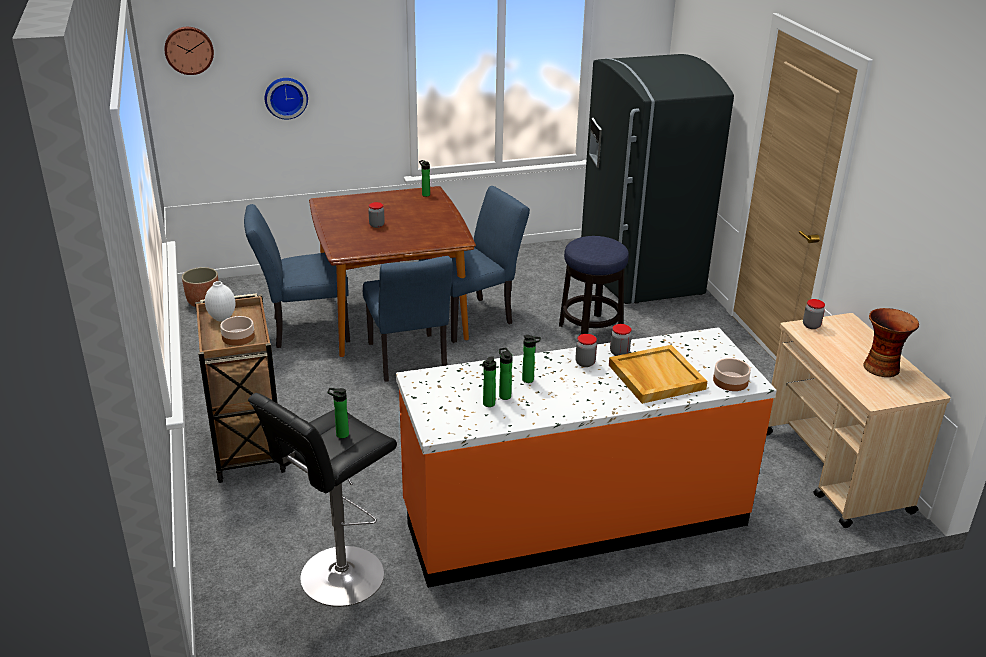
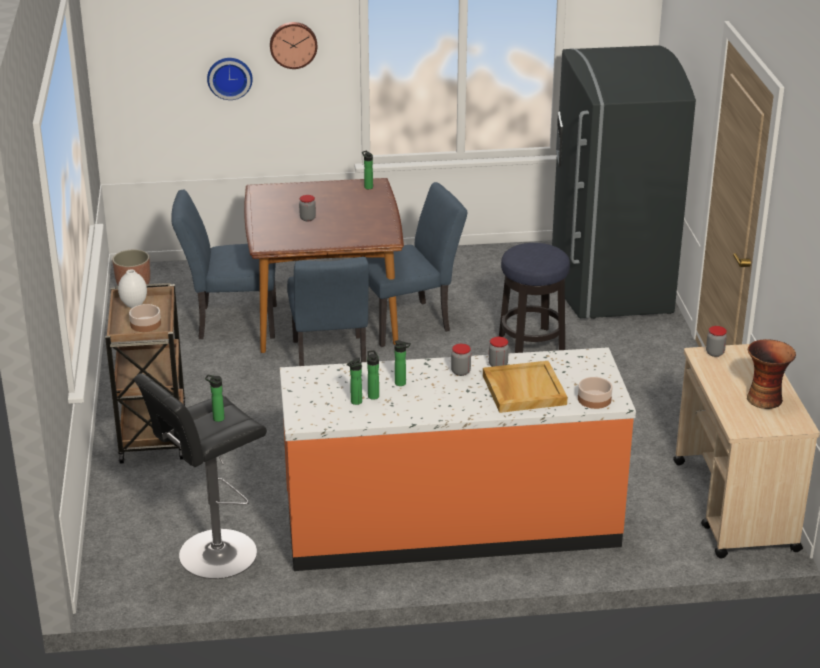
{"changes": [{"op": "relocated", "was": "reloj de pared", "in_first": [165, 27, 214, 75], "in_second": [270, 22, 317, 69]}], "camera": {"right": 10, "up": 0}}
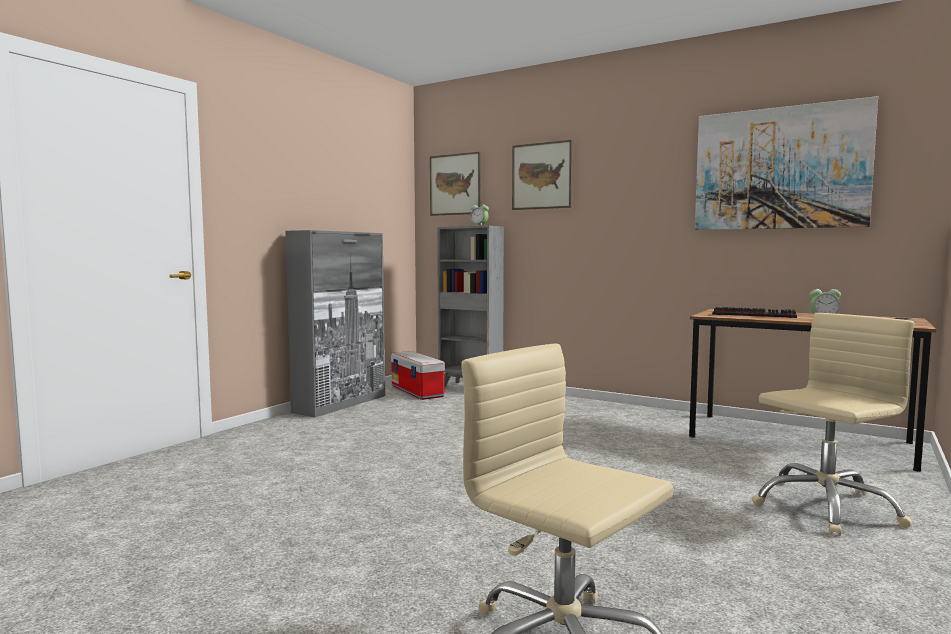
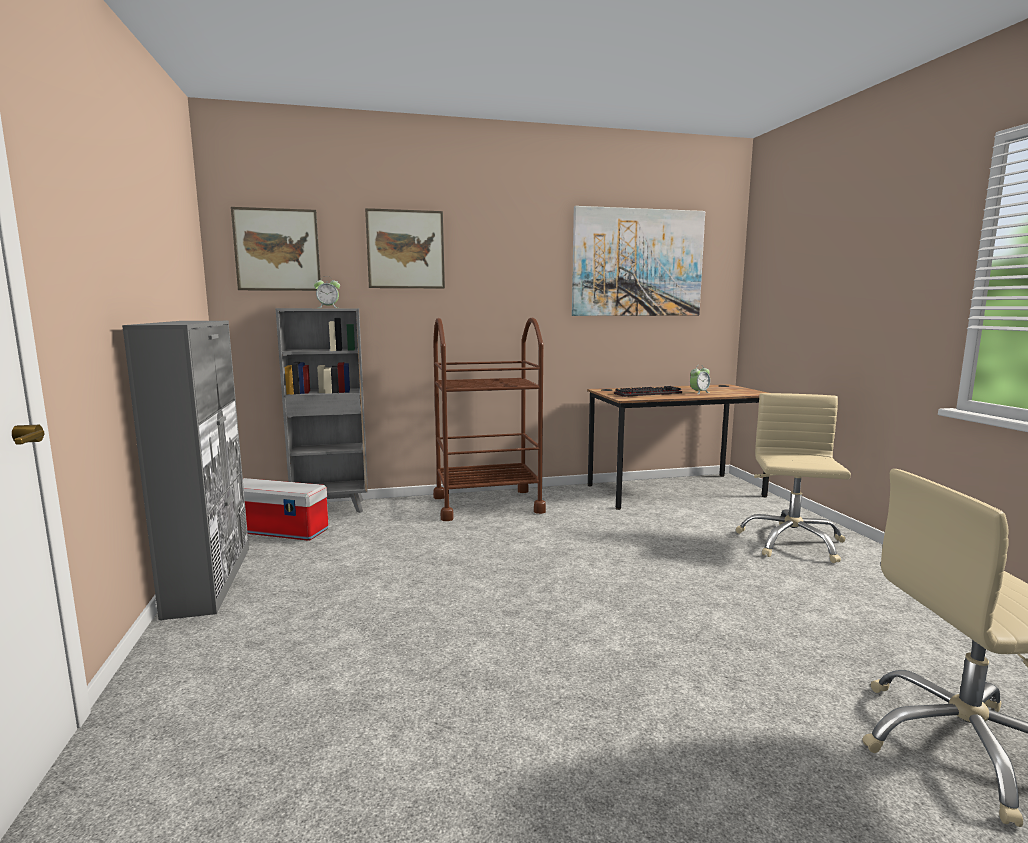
{"changes": [{"op": "appeared", "now": "carrito [marrón]", "in_second": [433, 317, 546, 521]}], "camera": {"right": -45, "up": 5}}
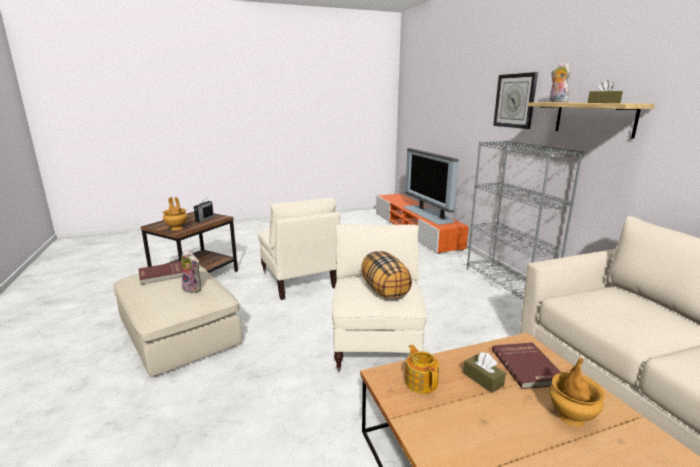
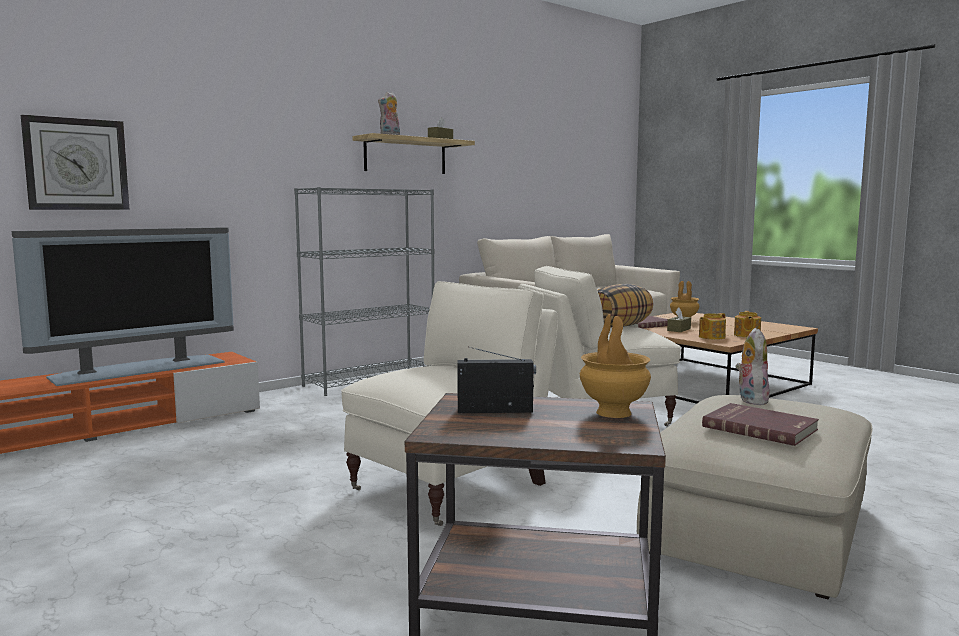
{"changes": [{"op": "relocated", "was": "reloj de pared", "in_first": [493, 72, 538, 129], "in_second": [21, 115, 130, 210]}, {"op": "appeared", "now": "tetera", "in_second": [734, 311, 761, 337]}], "camera": {"right": -110, "up": -10}}
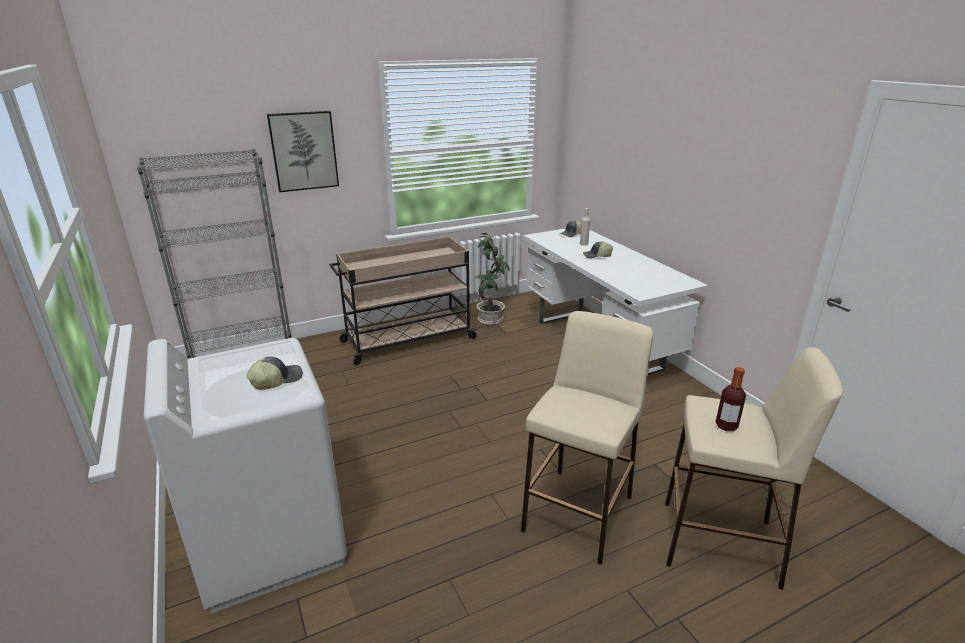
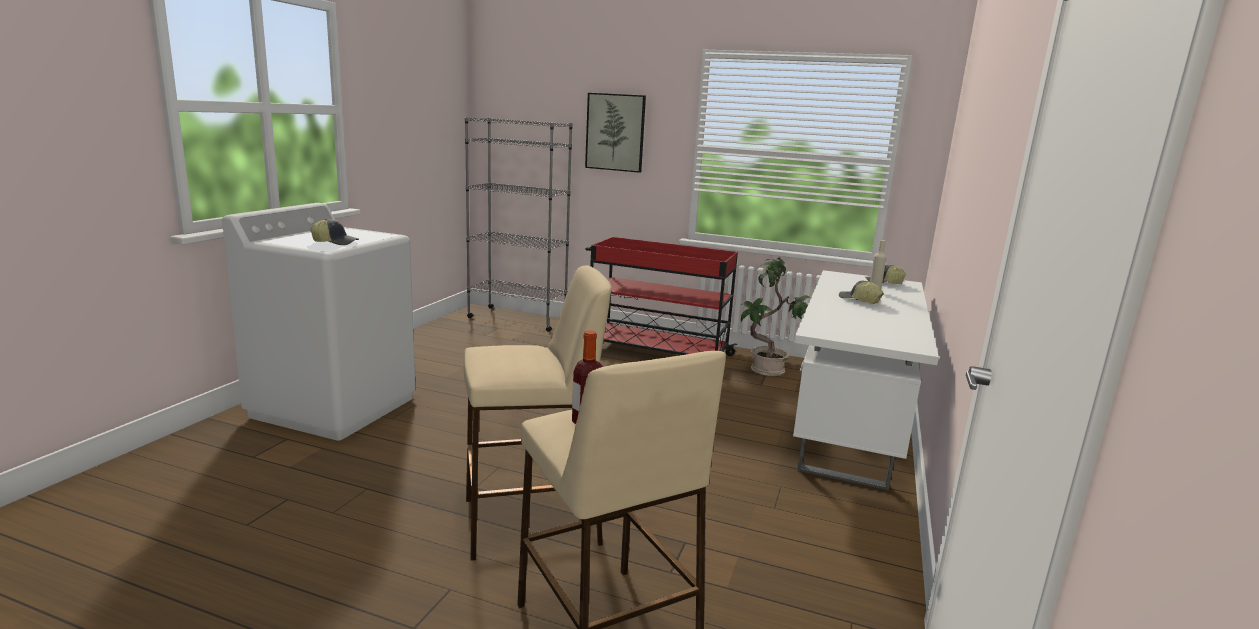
{"changes": [{"op": "colour", "was": "carrito [beis]", "now": "carrito [rojo]", "in_first": [329, 237, 478, 365], "in_second": [586, 237, 738, 356]}], "camera": {"right": 45, "up": -10}}
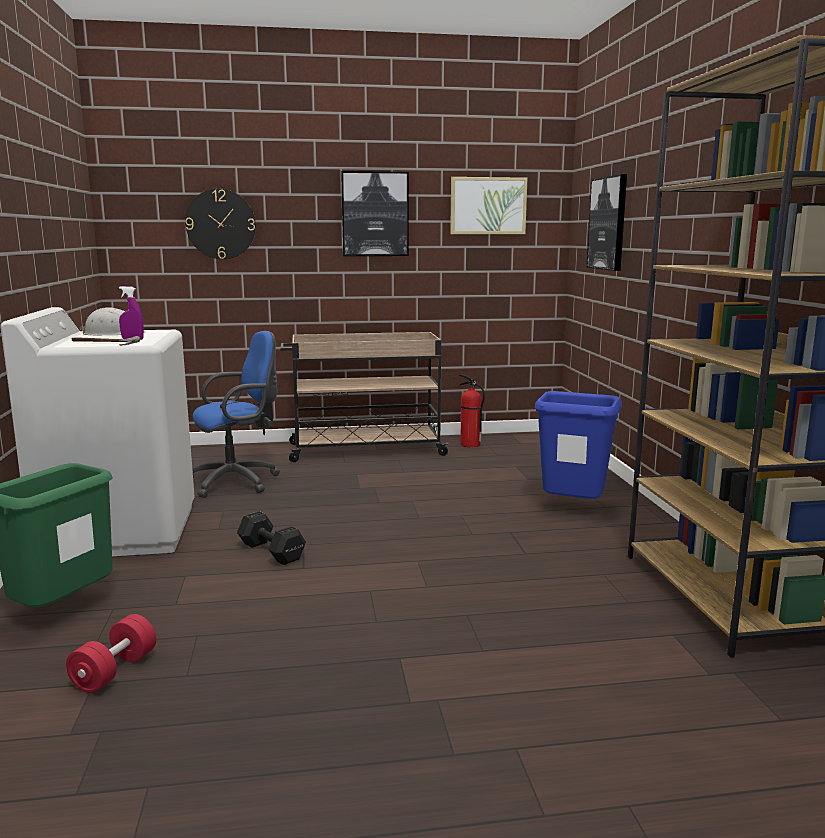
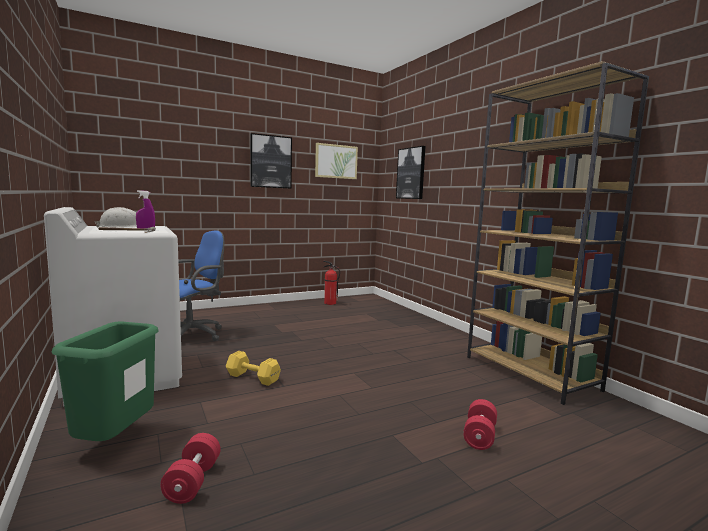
{"changes": [{"op": "missing", "was": "reloj de pared", "in_first": [185, 189, 256, 259]}, {"op": "missing", "was": "carrito [beis]", "in_first": [280, 332, 449, 462]}, {"op": "missing", "was": "papelera [azul]", "in_first": [535, 391, 622, 499]}, {"op": "colour", "was": "mancuerna [negro]", "now": "mancuerna [amarillo]", "in_first": [237, 511, 306, 565], "in_second": [226, 351, 281, 386]}, {"op": "appeared", "now": "mancuerna [rojo]", "in_second": [463, 399, 497, 450]}], "camera": {"right": -20, "up": -5}}
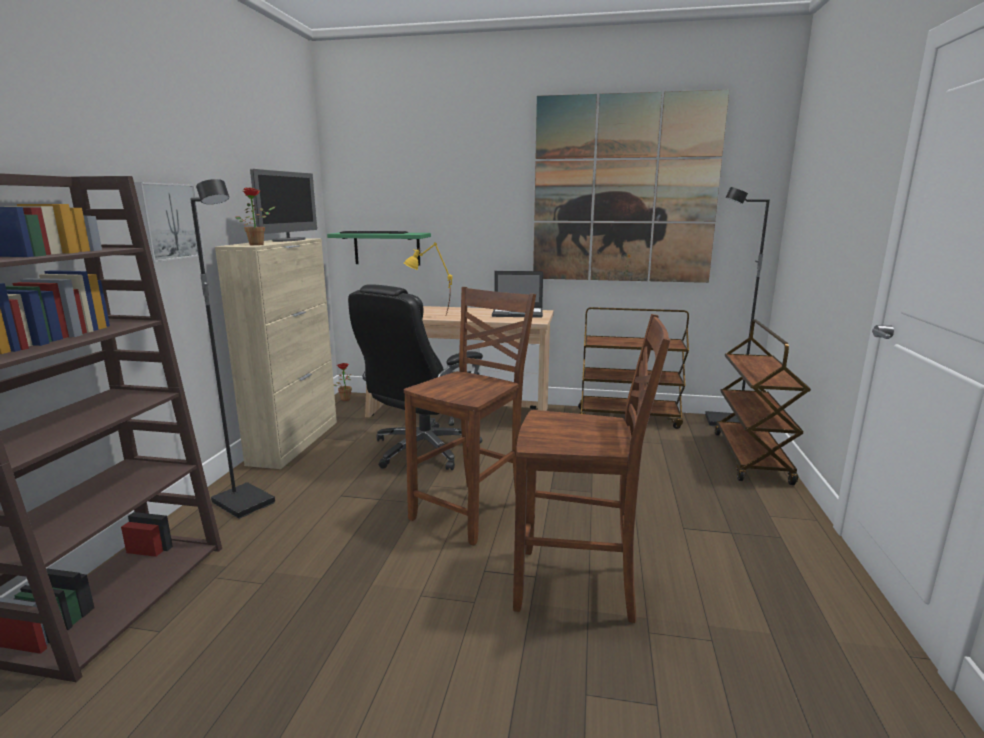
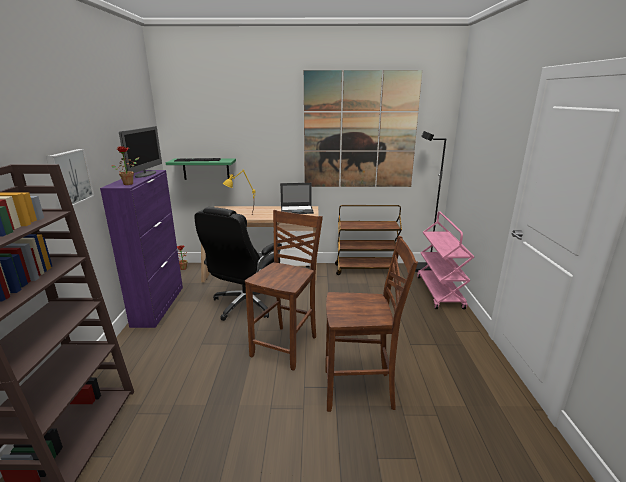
{"changes": [{"op": "missing", "was": "lámpara de pie [negro]", "in_first": [190, 179, 275, 519]}, {"op": "colour", "was": "armario [beis]", "now": "armario [morado]", "in_first": [215, 238, 337, 469], "in_second": [100, 170, 183, 328]}, {"op": "colour", "was": "carrito [marrón]", "now": "carrito [rosa]", "in_first": [715, 319, 811, 485], "in_second": [417, 211, 474, 309]}], "camera": {"right": -10, "up": 5}}
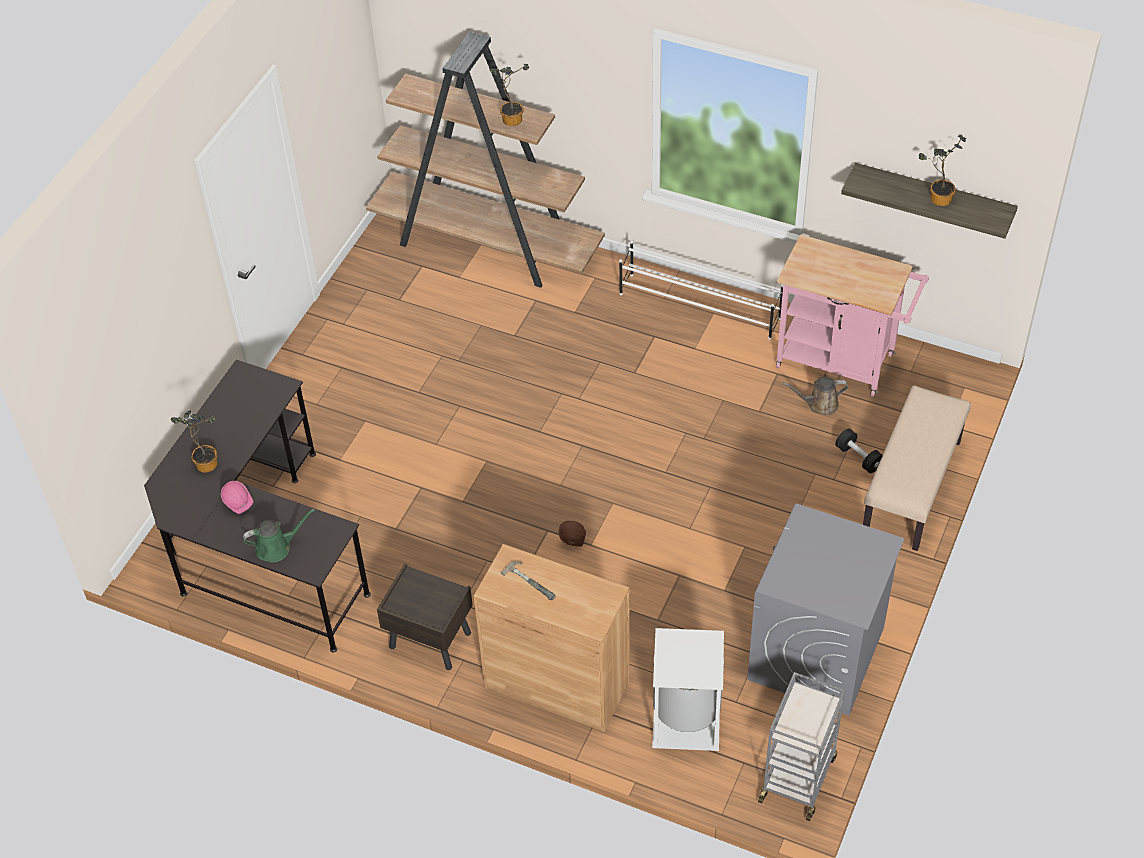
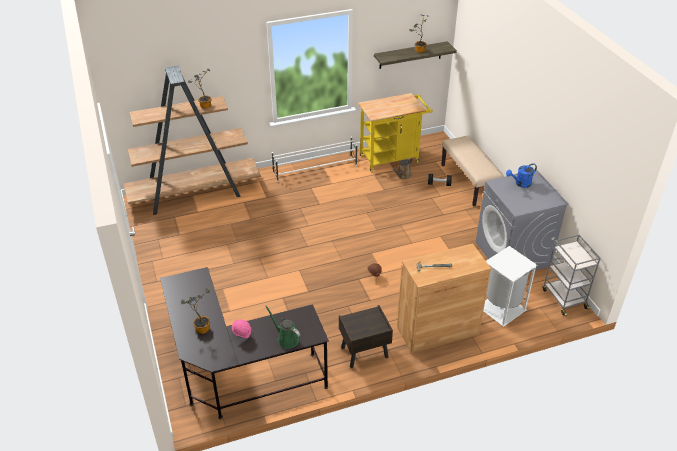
{"changes": [{"op": "colour", "was": "carrito [rosa]", "now": "carrito [amarillo]", "in_first": [776, 234, 929, 397], "in_second": [358, 93, 433, 173]}, {"op": "spun", "was": "regadera [verde]", "in_first": [243, 509, 315, 562], "in_second": [265, 306, 301, 349], "clockwise": -75}, {"op": "appeared", "now": "regadera [azul]", "in_second": [506, 163, 537, 188]}], "camera": {"right": -45, "up": -10}}
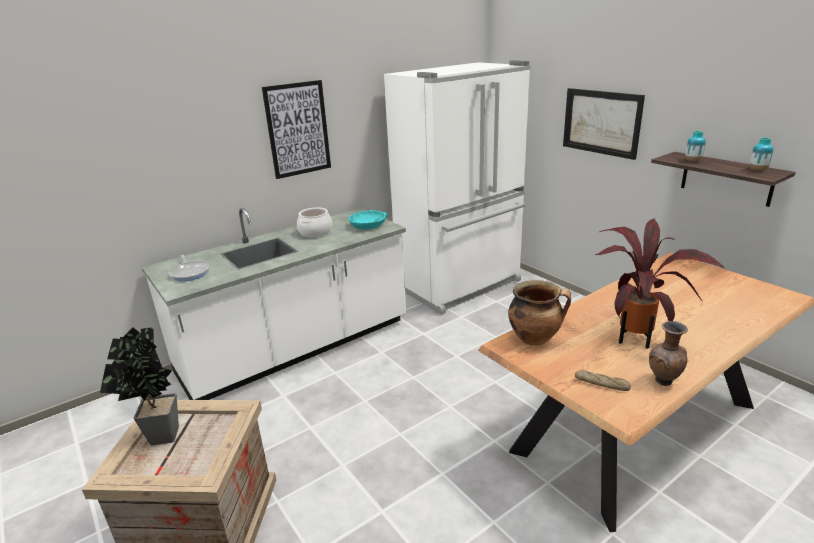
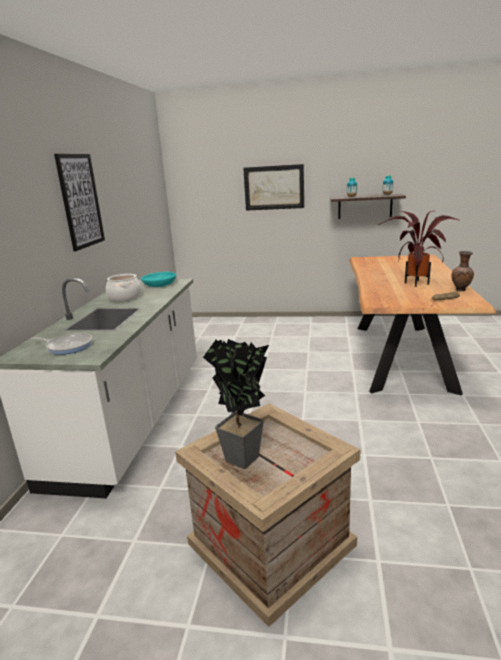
{"changes": [{"op": "missing", "was": "nevera [blanco]", "in_first": [384, 60, 530, 315]}, {"op": "missing", "was": "olla", "in_first": [508, 280, 571, 346]}], "camera": {"right": -45, "up": -5}}
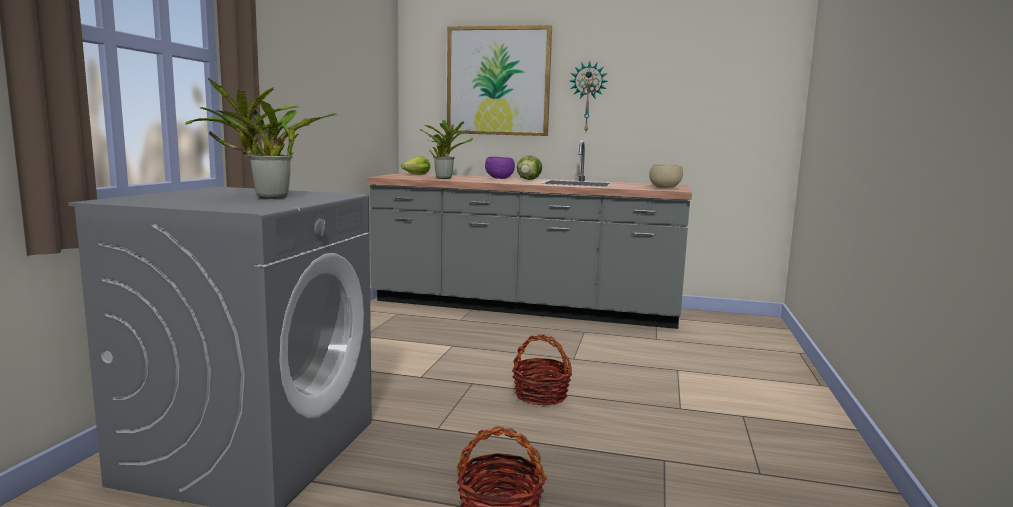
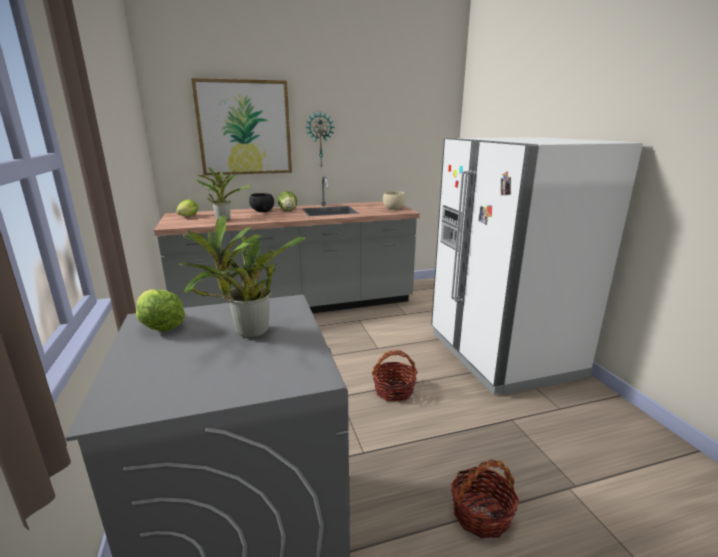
{"changes": [{"op": "colour", "was": "cuenco [morado]", "now": "cuenco [negro]", "in_first": [485, 157, 515, 179], "in_second": [249, 193, 274, 212]}, {"op": "appeared", "now": "nevera [blanco]", "in_second": [431, 137, 643, 395]}, {"op": "appeared", "now": "lechuga", "in_second": [136, 289, 185, 331]}], "camera": {"right": -30, "up": 10}}
